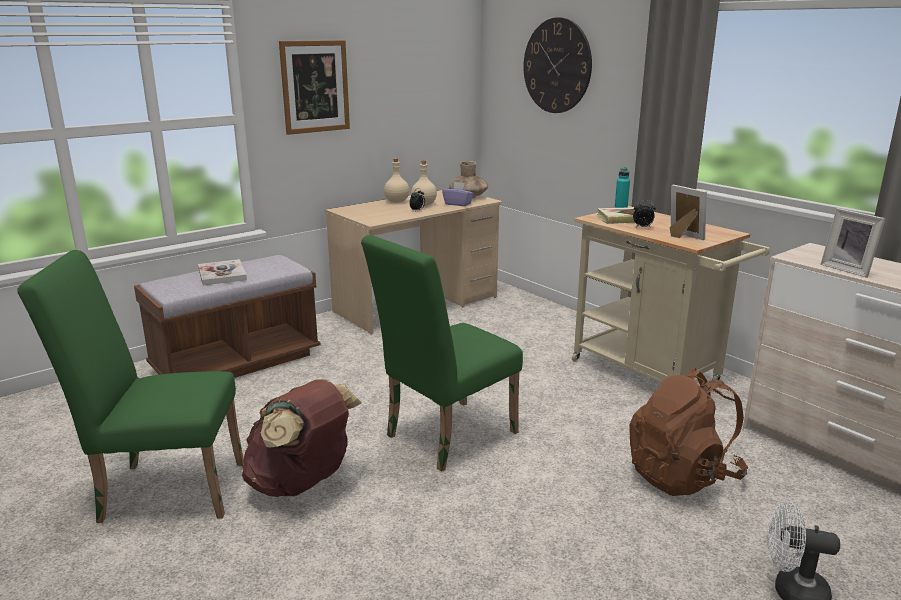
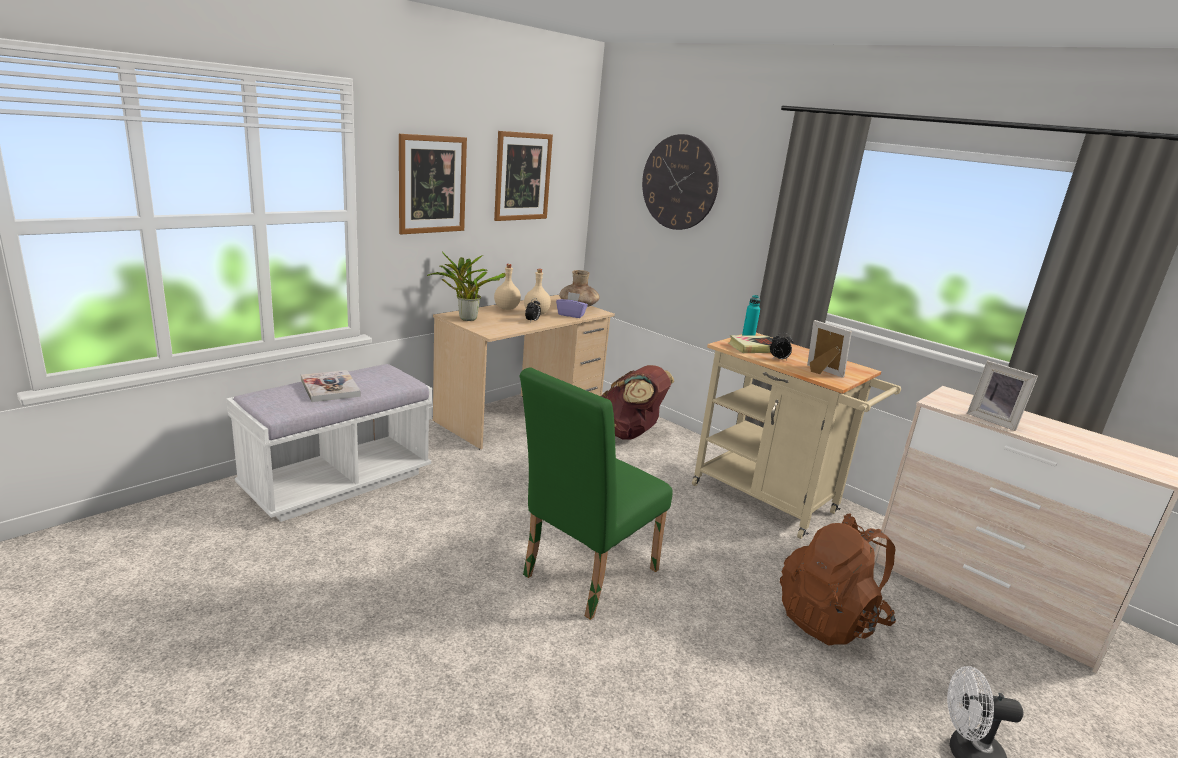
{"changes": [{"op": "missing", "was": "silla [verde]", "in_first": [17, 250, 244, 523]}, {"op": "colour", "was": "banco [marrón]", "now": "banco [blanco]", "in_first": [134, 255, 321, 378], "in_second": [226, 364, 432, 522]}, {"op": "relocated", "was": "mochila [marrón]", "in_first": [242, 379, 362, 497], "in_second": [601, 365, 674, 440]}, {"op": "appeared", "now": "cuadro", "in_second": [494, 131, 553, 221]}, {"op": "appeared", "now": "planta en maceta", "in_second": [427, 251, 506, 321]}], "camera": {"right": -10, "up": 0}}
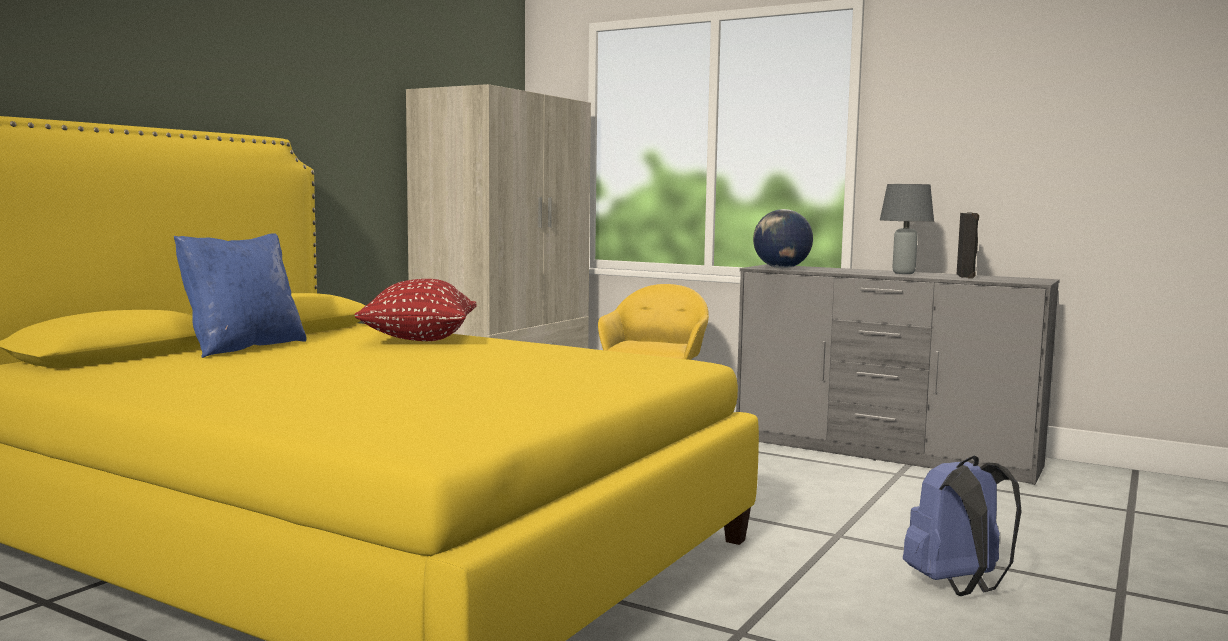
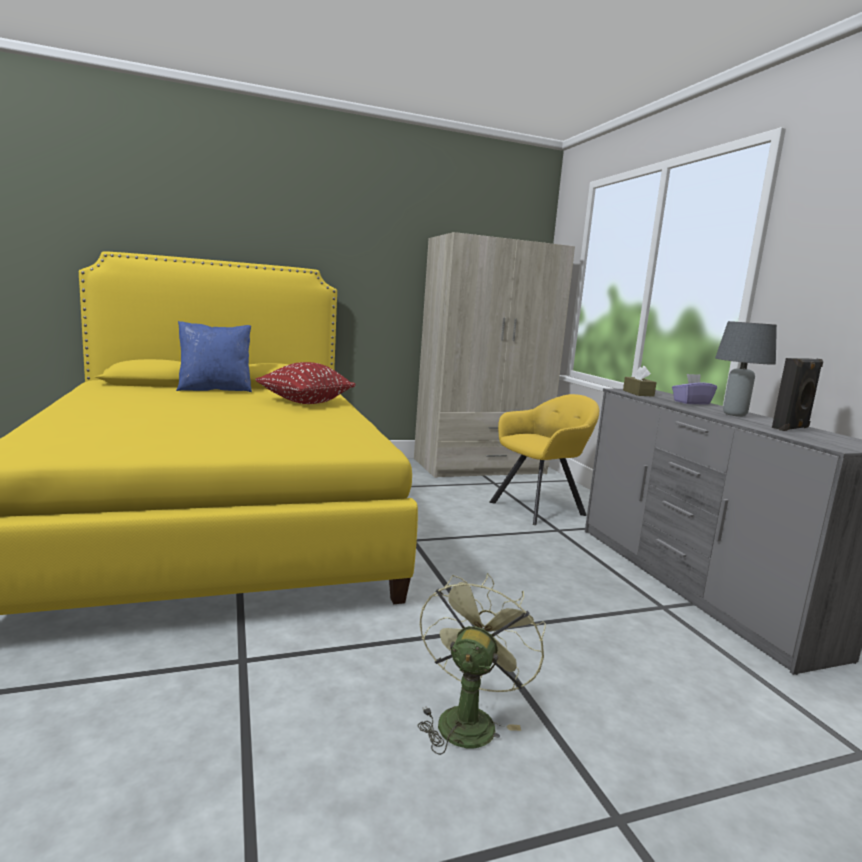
{"changes": [{"op": "exchanged", "was": "globo terráqueo", "now": "caja de pañuelos [marrón]", "in_first": [753, 209, 813, 268], "in_second": [623, 366, 657, 397]}, {"op": "exchanged", "was": "mochila [azul]", "now": "ventilador [verde]", "in_first": [903, 456, 1022, 596], "in_second": [418, 573, 546, 755]}, {"op": "appeared", "now": "caja de pañuelos [morado]", "in_second": [672, 374, 717, 405]}], "camera": {"right": 40, "up": 5}}
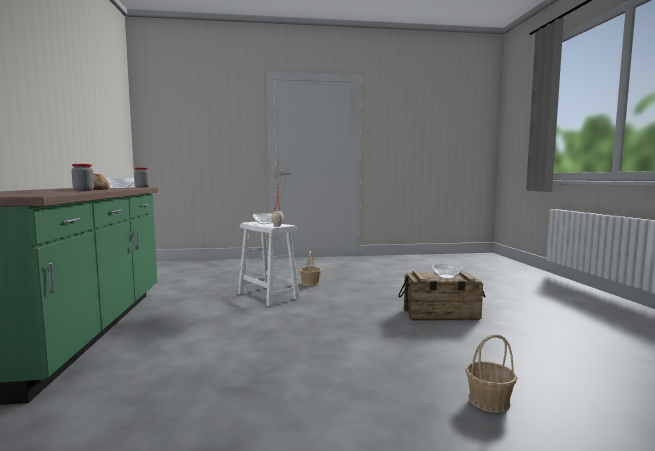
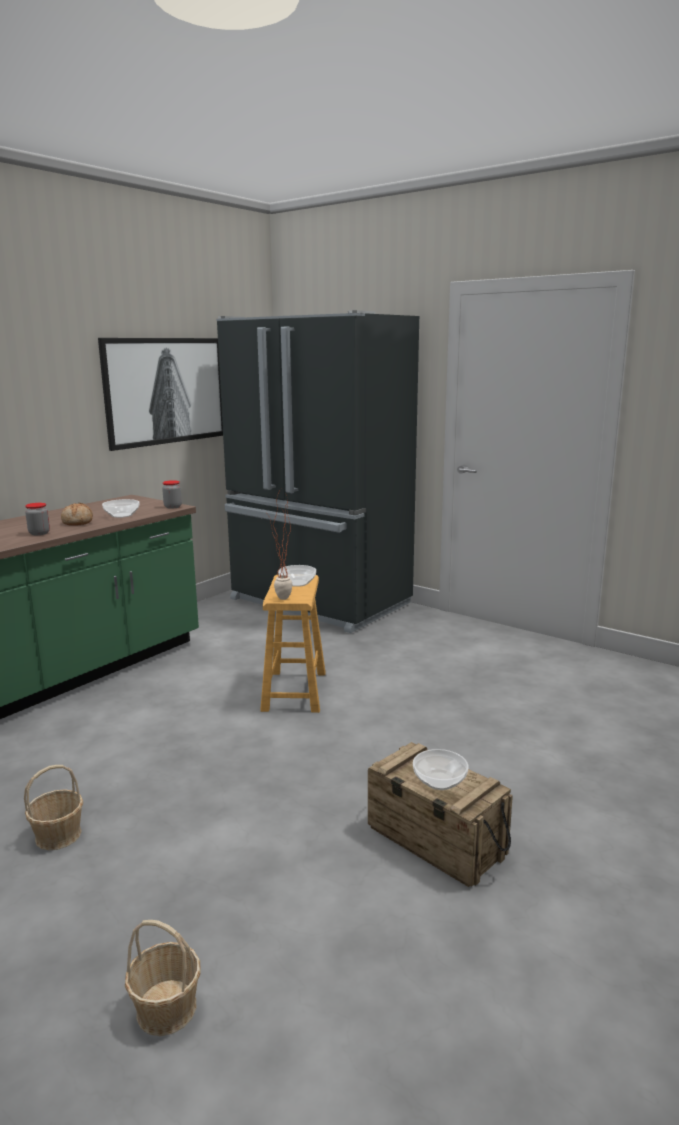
{"changes": [{"op": "colour", "was": "taburete [blanco]", "now": "taburete [marrón]", "in_first": [238, 221, 300, 307], "in_second": [260, 574, 326, 713]}, {"op": "relocated", "was": "cesta", "in_first": [299, 251, 322, 286], "in_second": [24, 765, 83, 850]}, {"op": "appeared", "now": "nevera [negro]", "in_second": [216, 310, 419, 633]}, {"op": "appeared", "now": "cuadro", "in_second": [98, 338, 223, 451]}], "camera": {"right": 45, "up": 10}}
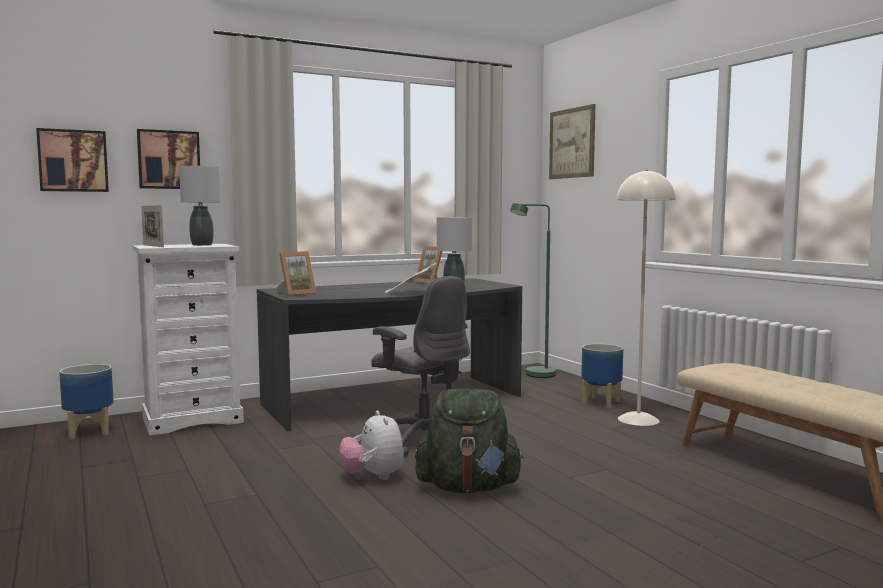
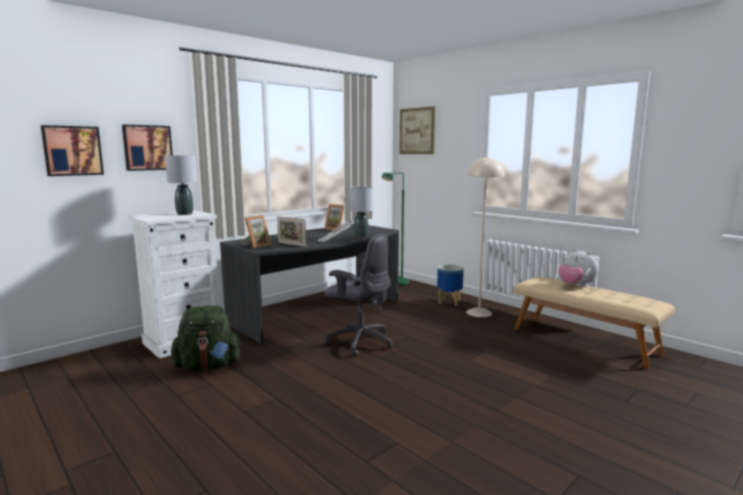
{"changes": [{"op": "relocated", "was": "portarretratos", "in_first": [141, 205, 164, 247], "in_second": [277, 216, 306, 247]}, {"op": "missing", "was": "maceta", "in_first": [59, 364, 114, 440]}, {"op": "relocated", "was": "mochila [verde]", "in_first": [415, 388, 524, 493], "in_second": [171, 306, 242, 372]}, {"op": "relocated", "was": "peluche", "in_first": [339, 410, 404, 480], "in_second": [559, 249, 598, 287]}], "camera": {"right": -15, "up": 5}}
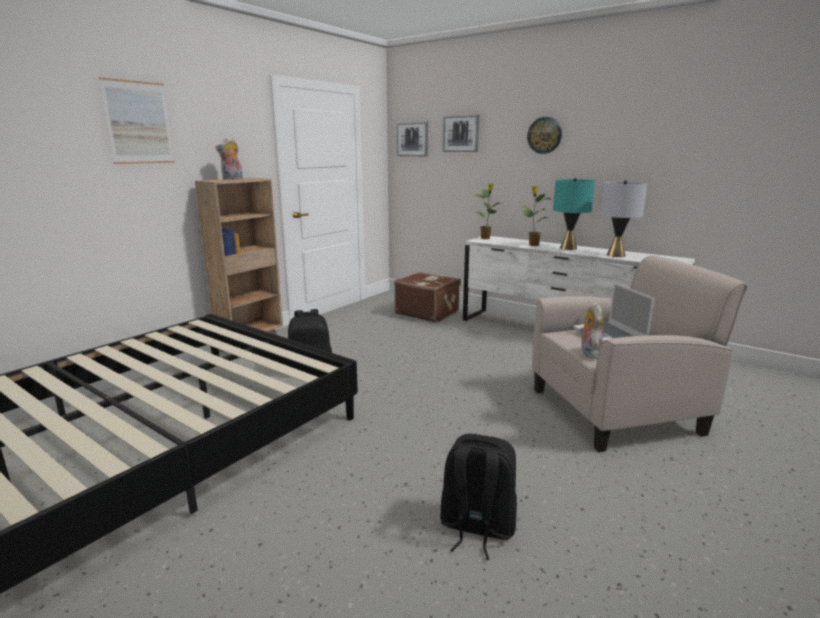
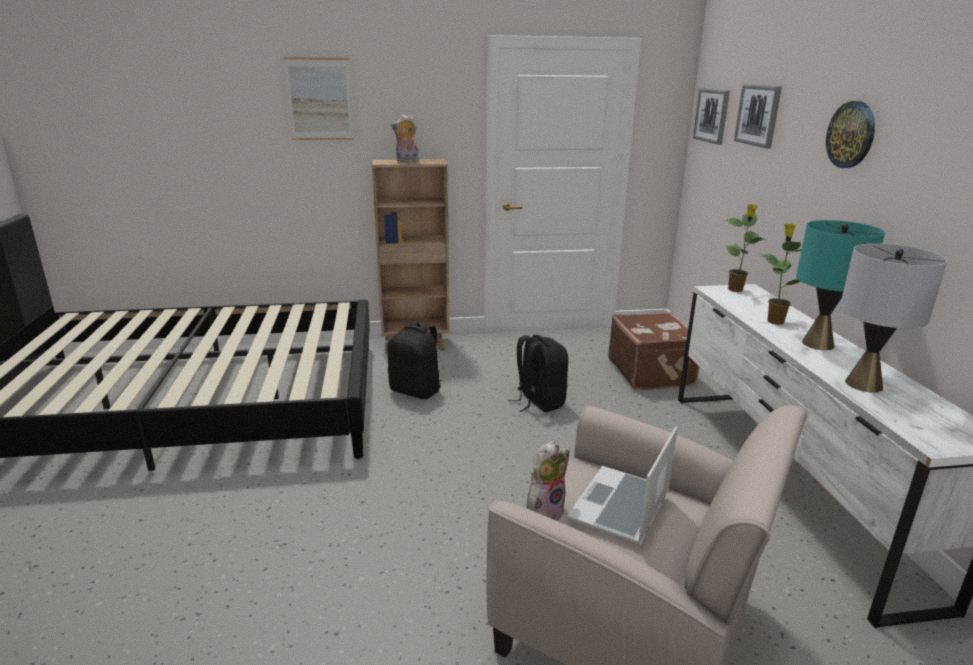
{"changes": [{"op": "relocated", "was": "mochila [negro]", "in_first": [440, 434, 517, 560], "in_second": [508, 335, 568, 412]}], "camera": {"right": 45, "up": 5}}
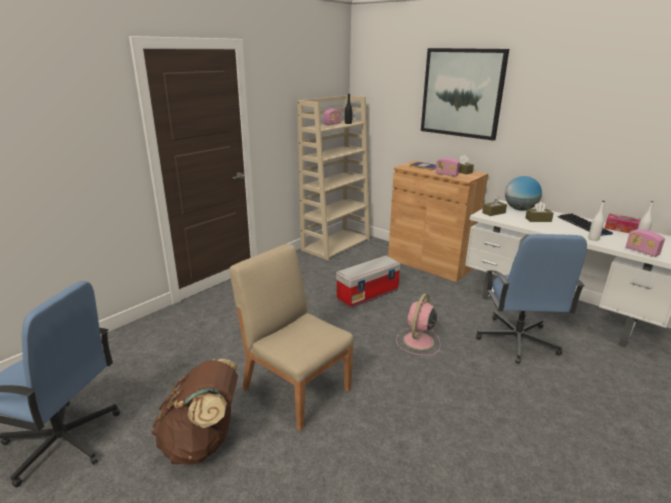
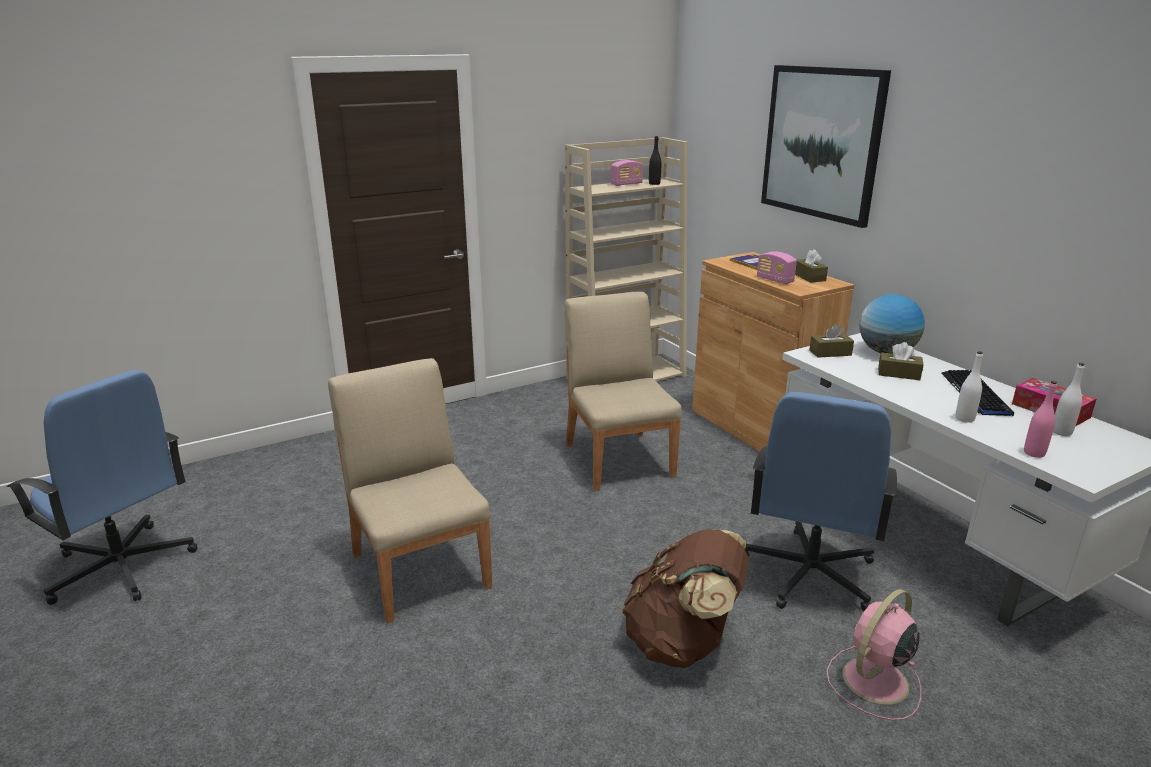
{"changes": [{"op": "exchanged", "was": "radio", "now": "botella [rosa]", "in_first": [626, 229, 665, 257], "in_second": [1024, 381, 1057, 458]}, {"op": "exchanged", "was": "caja de almacenaje", "now": "silla [beis]", "in_first": [336, 255, 400, 308], "in_second": [564, 292, 682, 491]}, {"op": "relocated", "was": "ventilador [rosa]", "in_first": [396, 293, 440, 356], "in_second": [827, 589, 921, 720]}, {"op": "relocated", "was": "mochila [marrón]", "in_first": [152, 359, 238, 465], "in_second": [622, 529, 749, 668]}], "camera": {"right": 20, "up": 0}}
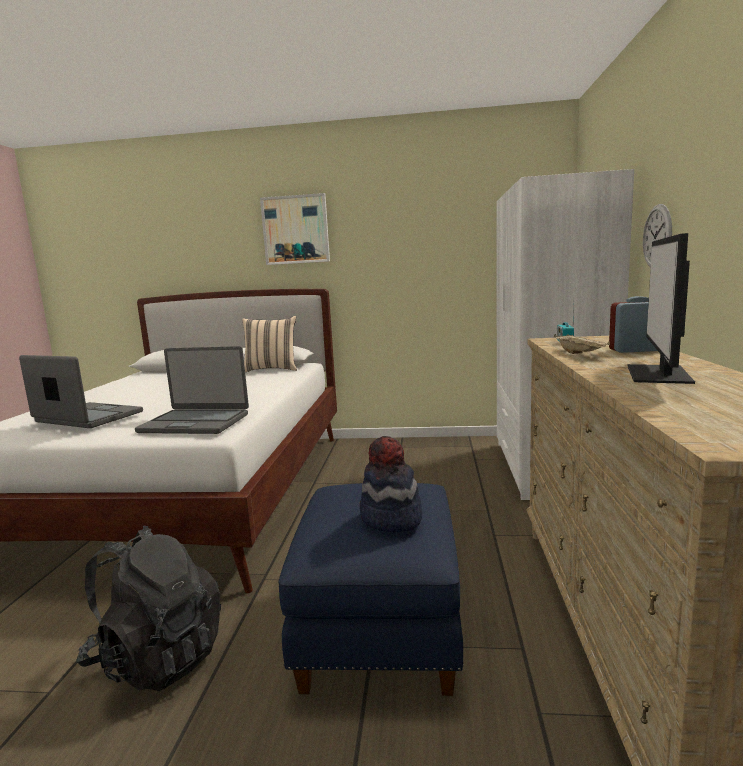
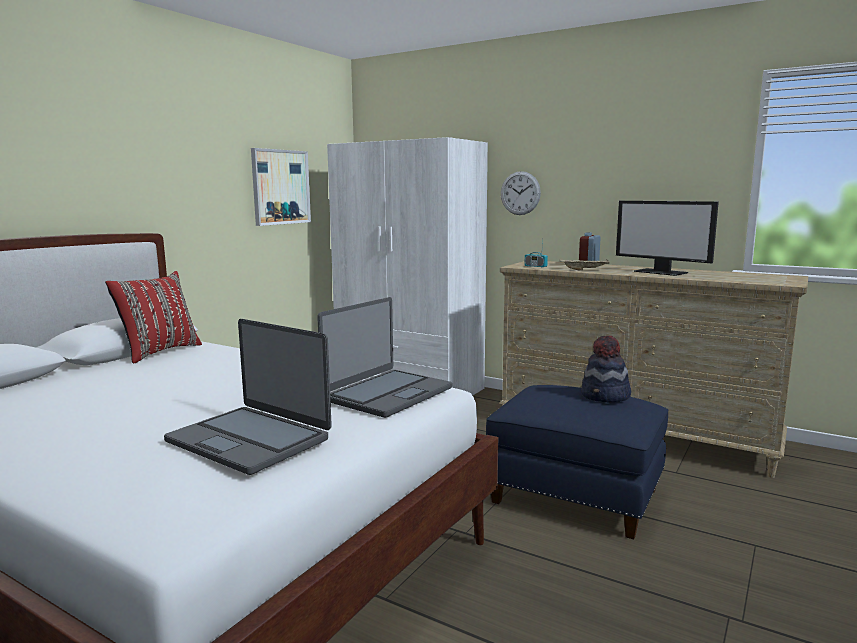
{"changes": [{"op": "relocated", "was": "cuadro", "in_first": [260, 193, 330, 265], "in_second": [251, 148, 311, 226]}, {"op": "colour", "was": "cojín [beis]", "now": "cojín [rojo]", "in_first": [242, 316, 297, 372], "in_second": [105, 271, 202, 364]}, {"op": "spun", "was": "portátil", "in_first": [19, 355, 143, 428], "in_second": [164, 319, 332, 475], "clockwise": -105}, {"op": "missing", "was": "mochila [negro]", "in_first": [76, 526, 221, 691]}], "camera": {"right": -65, "up": 0}}
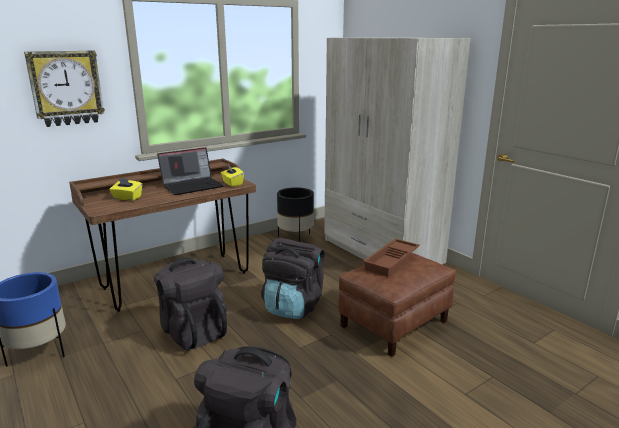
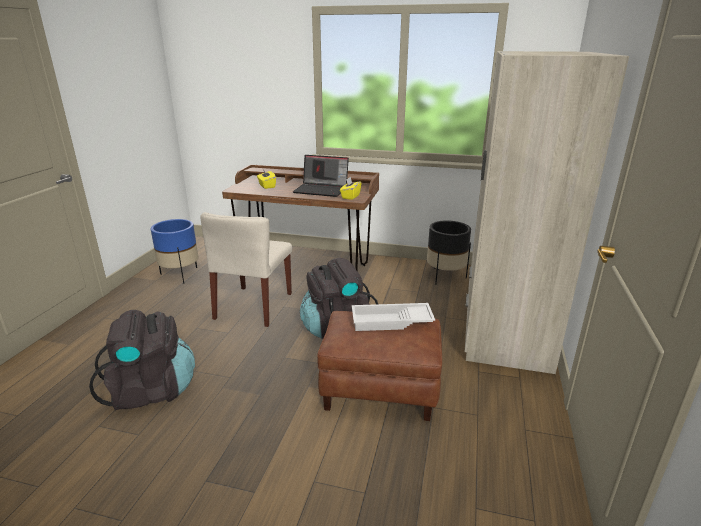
{"changes": [{"op": "missing", "was": "reloj de pared", "in_first": [24, 51, 105, 127]}, {"op": "colour", "was": "bandeja [marrón]", "now": "bandeja [blanco]", "in_first": [363, 238, 420, 277], "in_second": [352, 303, 435, 331]}, {"op": "exchanged", "was": "mochila [negro]", "now": "silla [beis]", "in_first": [154, 257, 227, 351], "in_second": [200, 212, 292, 327]}], "camera": {"right": 50, "up": 5}}
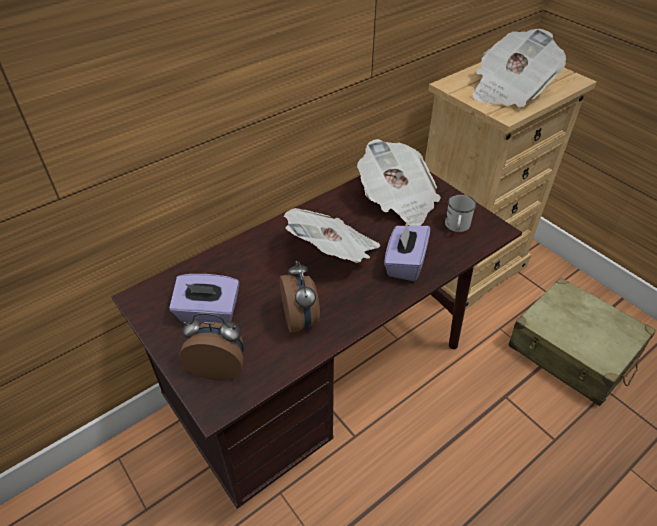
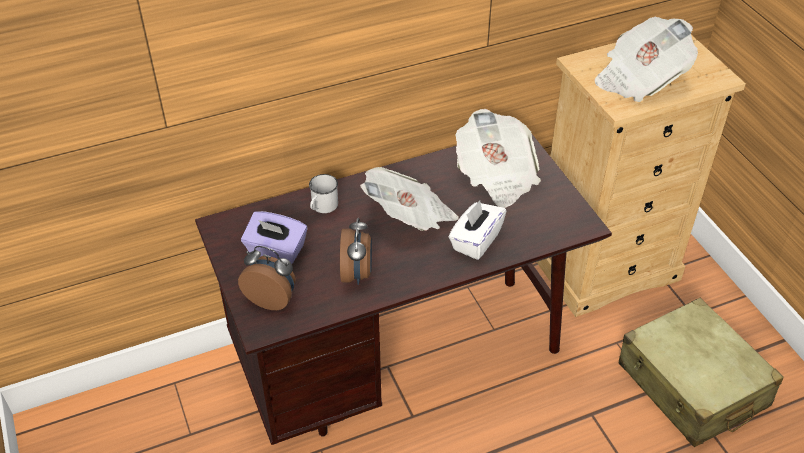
{"changes": [{"op": "relocated", "was": "taza grande [blanco]", "in_first": [445, 194, 476, 232], "in_second": [309, 174, 338, 213]}, {"op": "colour", "was": "caja de pañuelos [morado]", "now": "caja de pañuelos [blanco]", "in_first": [384, 222, 430, 281], "in_second": [449, 200, 506, 260]}], "camera": {"right": 15, "up": 0}}
